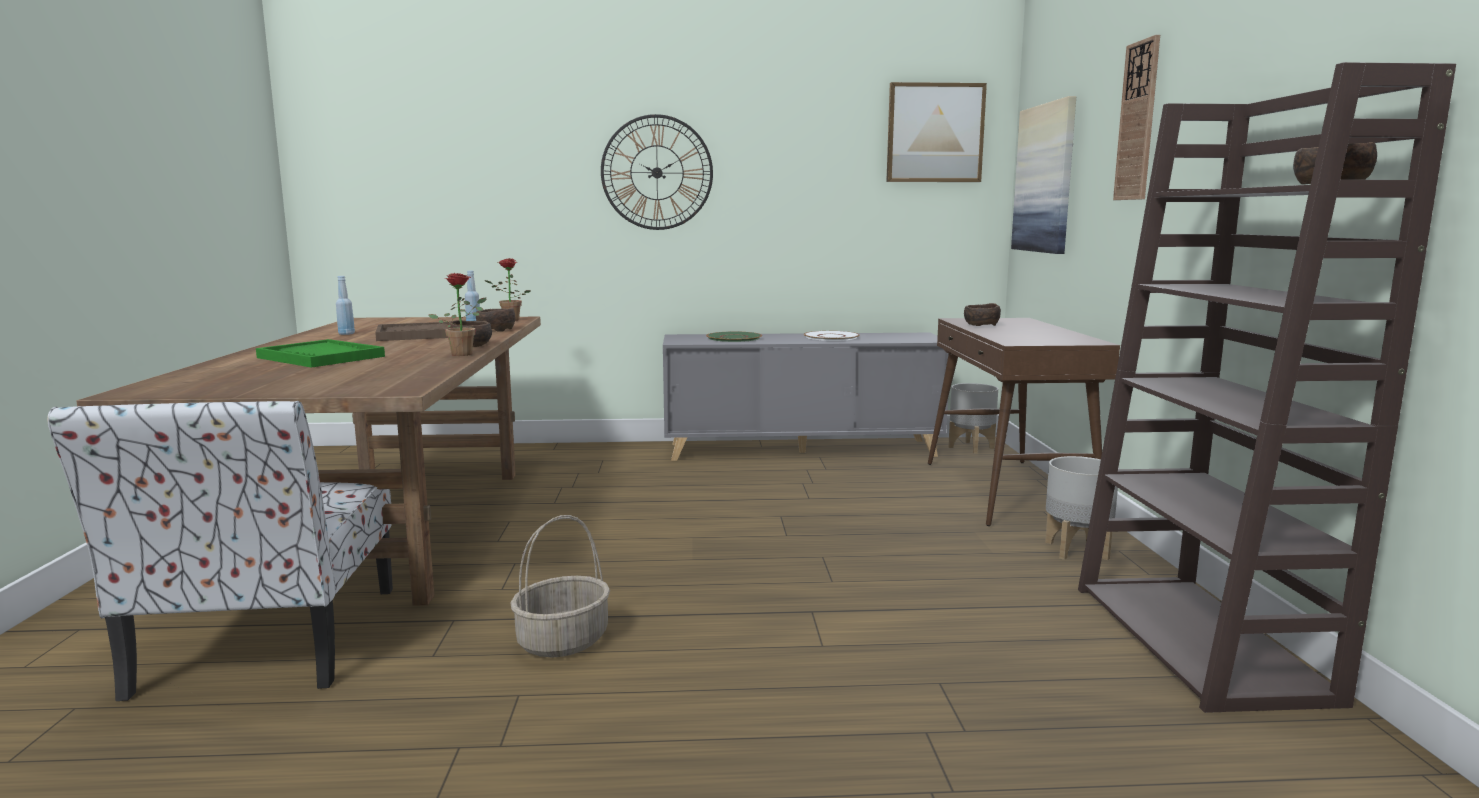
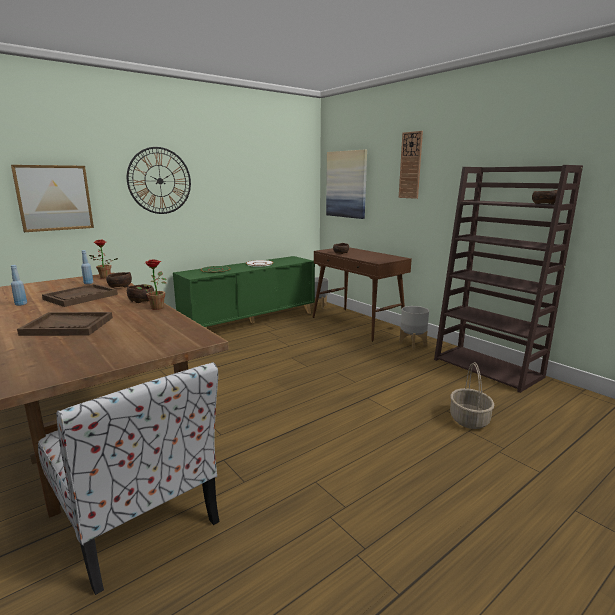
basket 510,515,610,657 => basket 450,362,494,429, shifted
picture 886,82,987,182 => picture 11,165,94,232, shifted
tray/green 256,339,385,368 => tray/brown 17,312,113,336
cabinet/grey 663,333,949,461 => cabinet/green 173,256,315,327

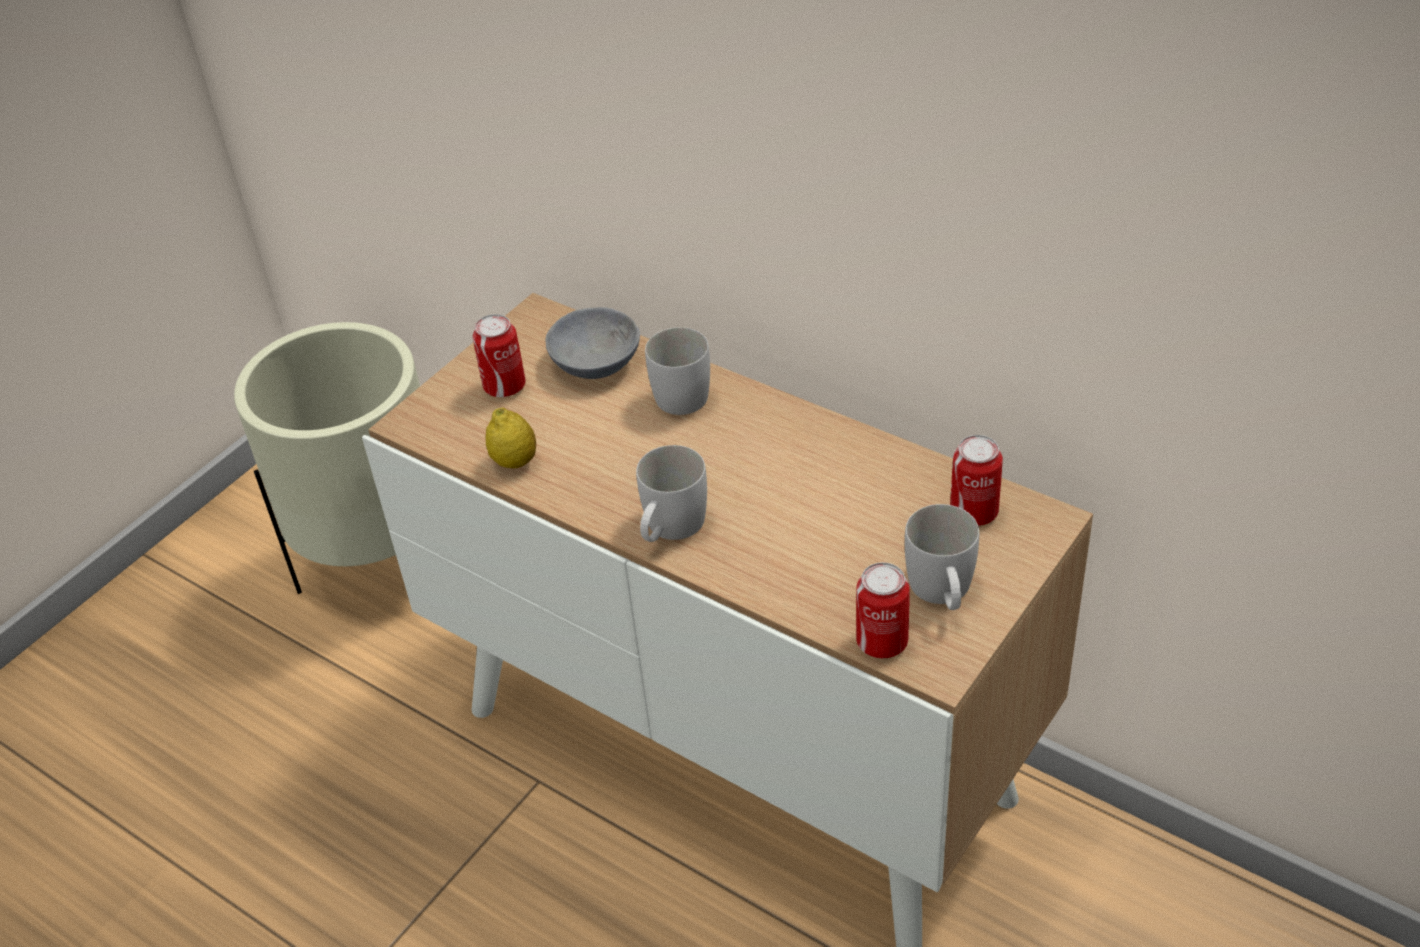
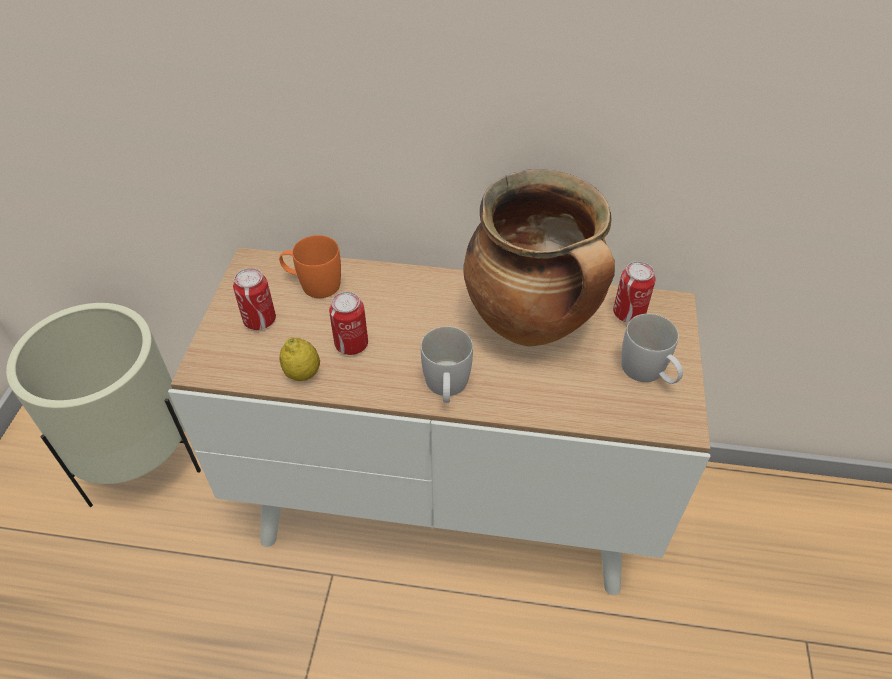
mug/white 645,327,710,415 => nothing
nothing => cooking pot 464,169,615,346
can 856,562,910,659 => can 329,292,368,355, shifted
bowl/grey 545,307,640,379 => mug/orange 279,235,341,298

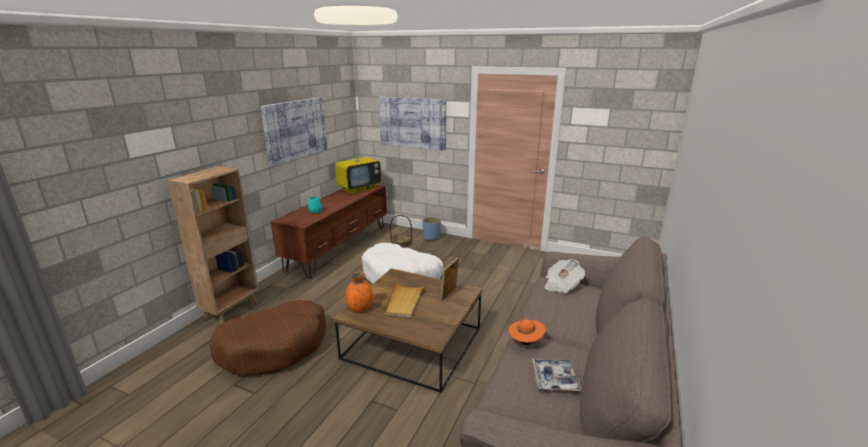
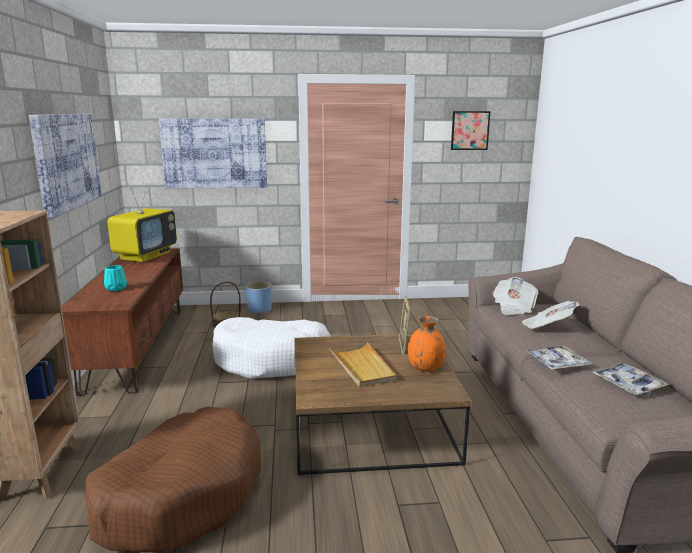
nothing => picture 451,111,491,150
nothing => newspaper 522,301,579,329
vase/orange 345,272,373,312 => vase/orange 408,316,446,372, shifted
hat/orange 508,317,546,345 => tray 525,345,592,370

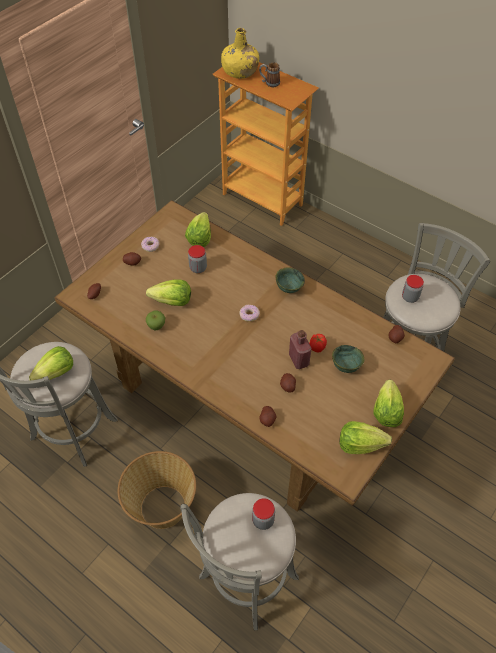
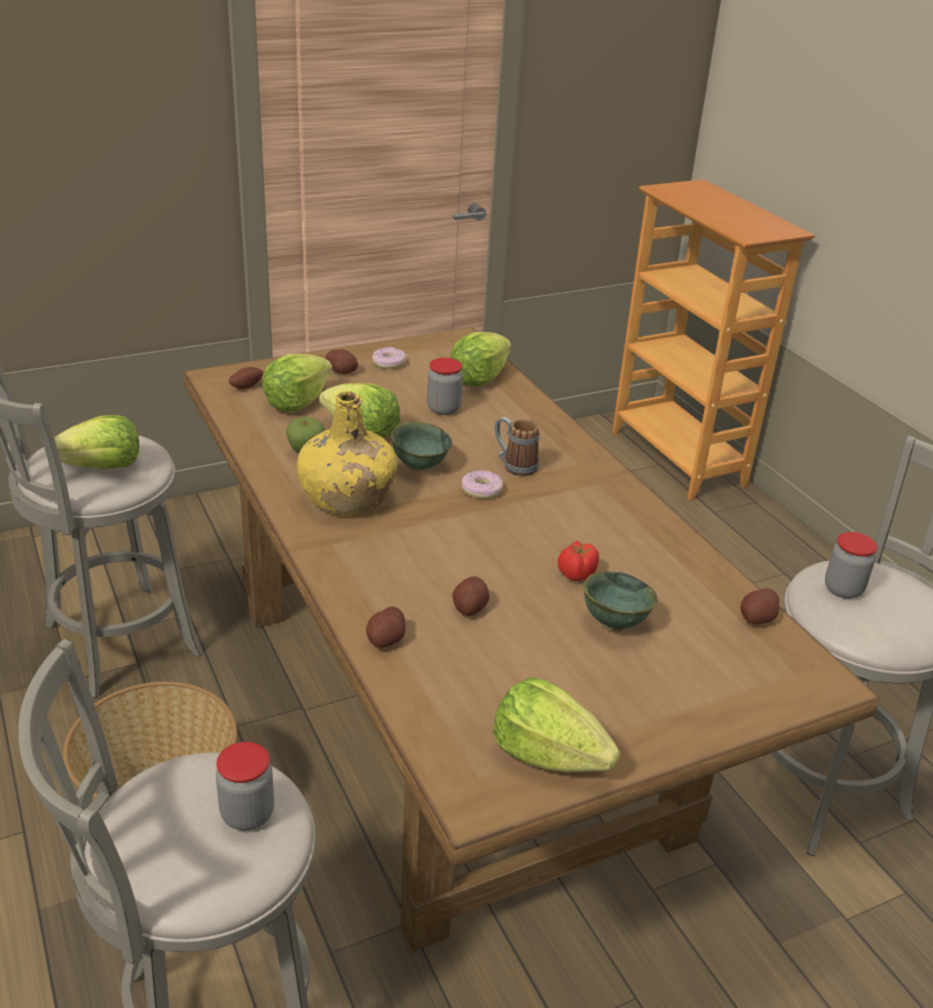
bottle/red 289,330,312,369 => nothing
bottle/yellow 221,28,259,79 => bottle/yellow 297,391,397,516, shifted
mug 259,62,280,87 => mug 495,417,539,476, shifted
bowl/green 276,267,305,293 => bowl/green 391,422,452,471, shifted
lettuce 373,379,404,427 => lettuce 262,354,332,412, shifted

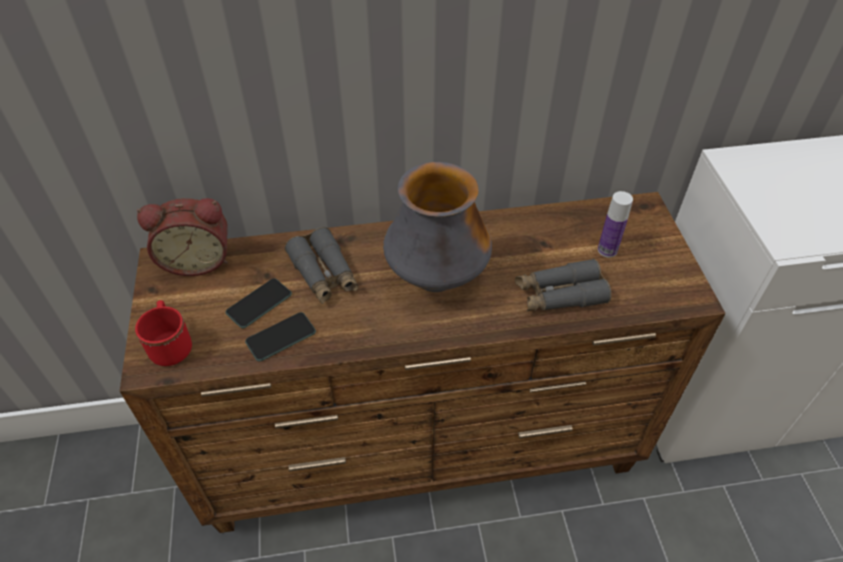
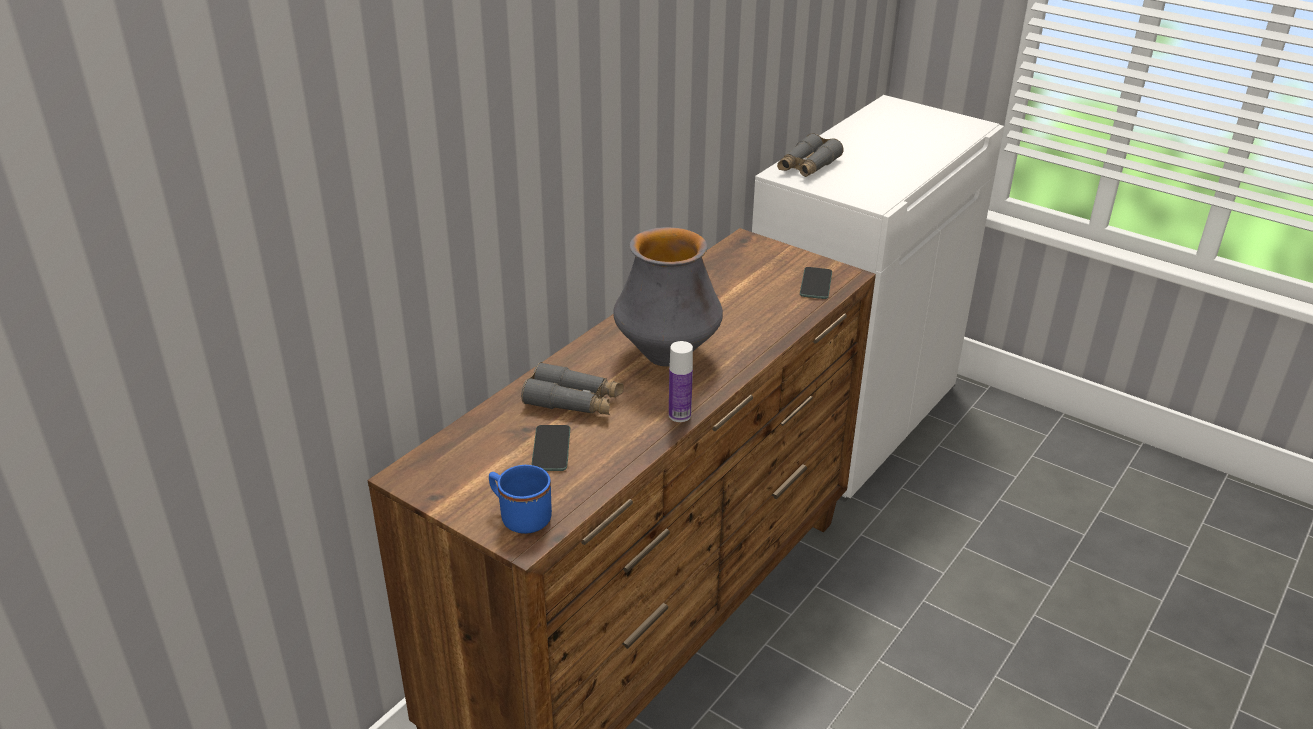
alarm clock 137,198,228,276 => nothing
phone 245,312,316,362 => phone 800,267,832,299, shifted
binoculars/grey 515,259,611,311 => binoculars/grey 777,133,844,177, shifted
bottle 598,191,633,258 => bottle 669,341,693,422, shifted
mug/red 135,300,192,366 => mug/blue 489,465,552,534

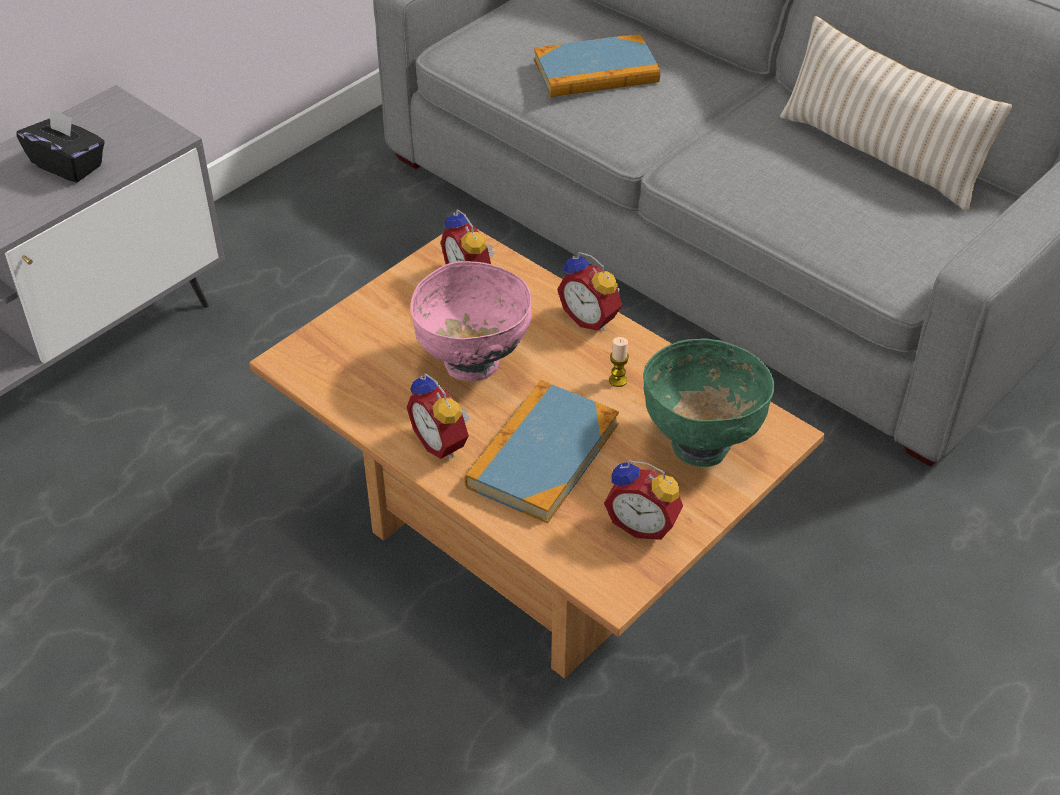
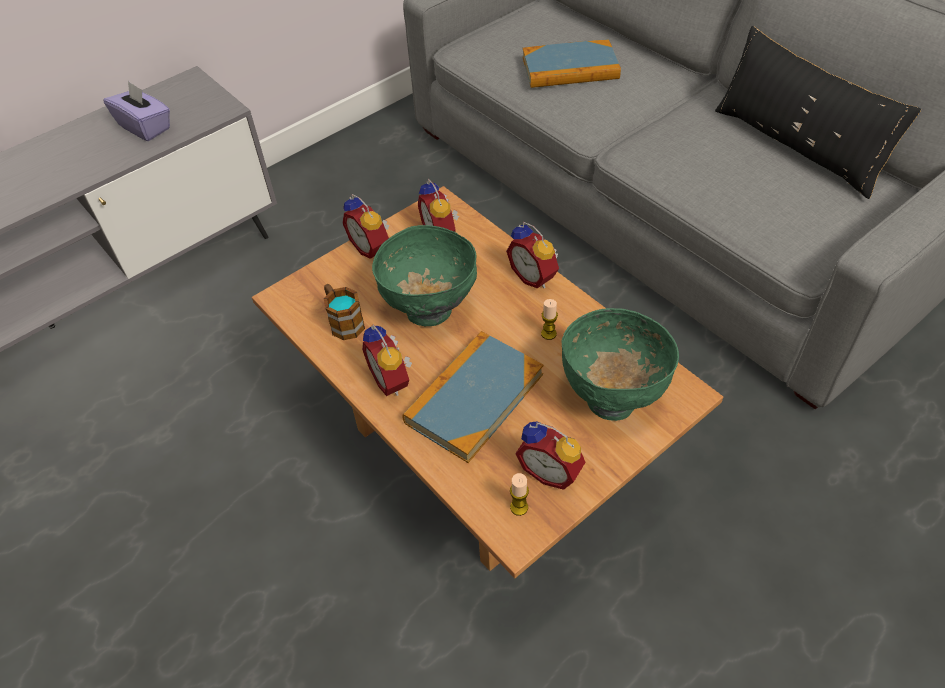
nothing => mug 324,284,365,340
nothing => alarm clock 343,194,389,259
nothing => candle 510,473,529,516
tissue box/black 16,108,105,183 => tissue box/purple 103,81,170,141
bowl/pink 410,261,532,381 => bowl/green 372,225,477,326
pillow/beige 780,16,1013,211 => pillow/black 715,26,921,199

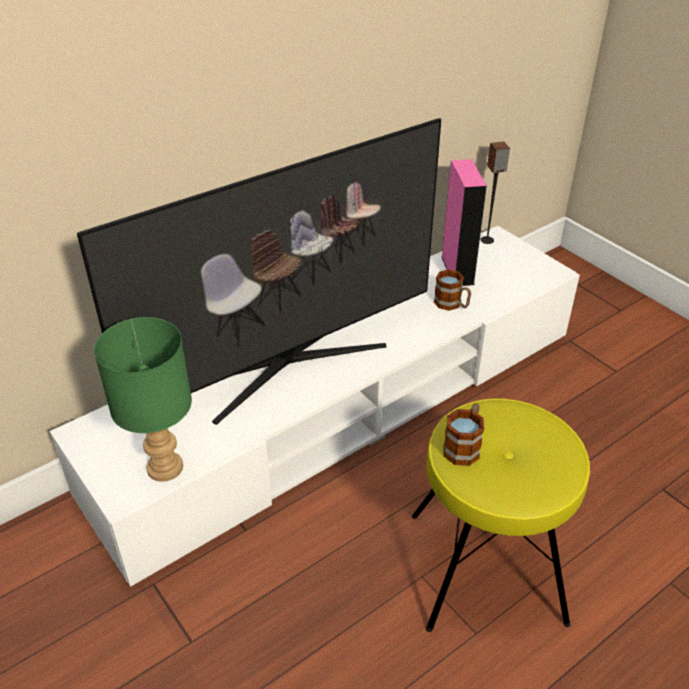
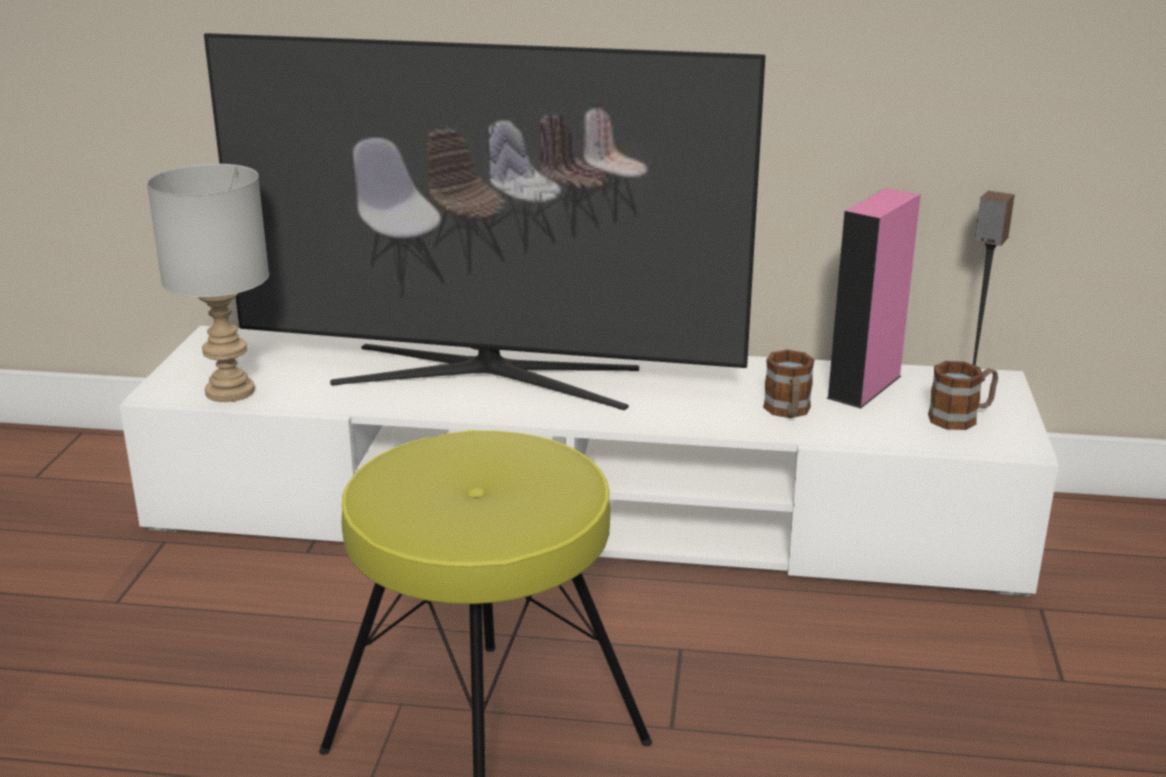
mug 443,403,484,466 => mug 928,361,998,430, shifted
table lamp/green 94,317,192,482 => table lamp/grey 147,164,269,402

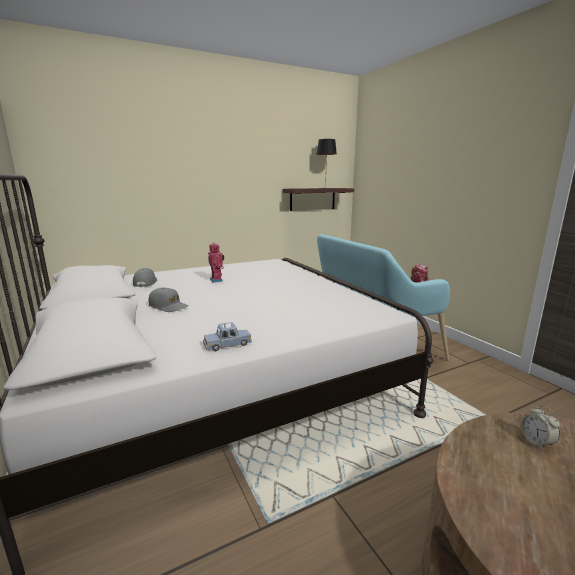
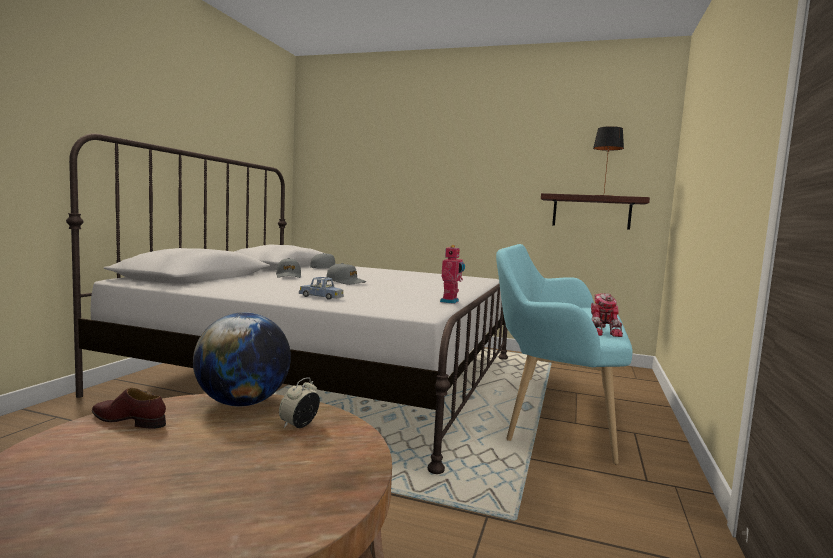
nothing => shoe/brown 92,388,166,429
nothing => globe 193,312,291,407
nothing => cap/grey 327,263,366,285
toy car/blue 203,322,252,351 => toy car/blue 299,277,344,300, shifted
toy robot 208,243,224,282 => toy robot 440,245,465,304, shifted

